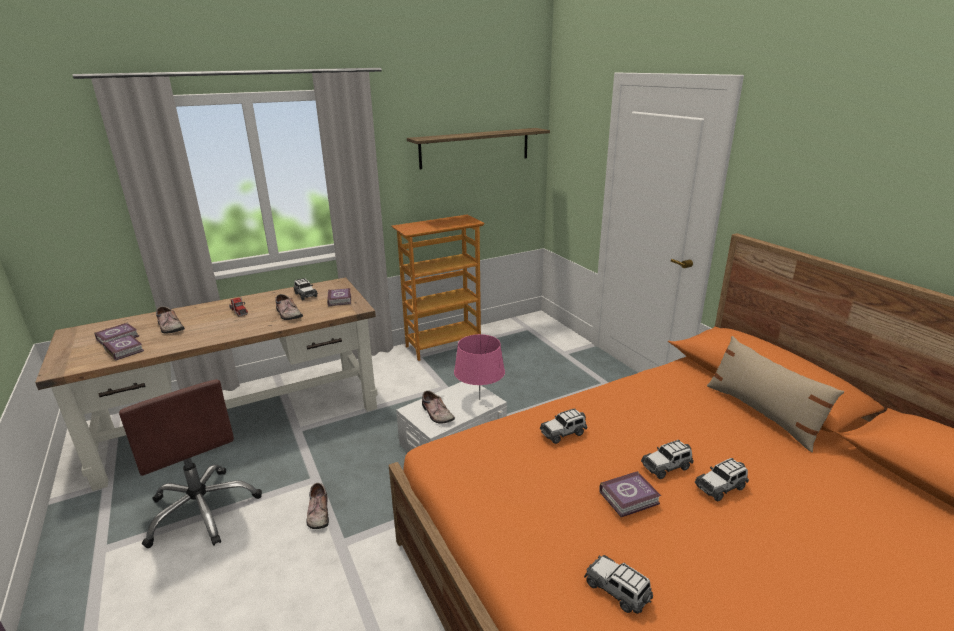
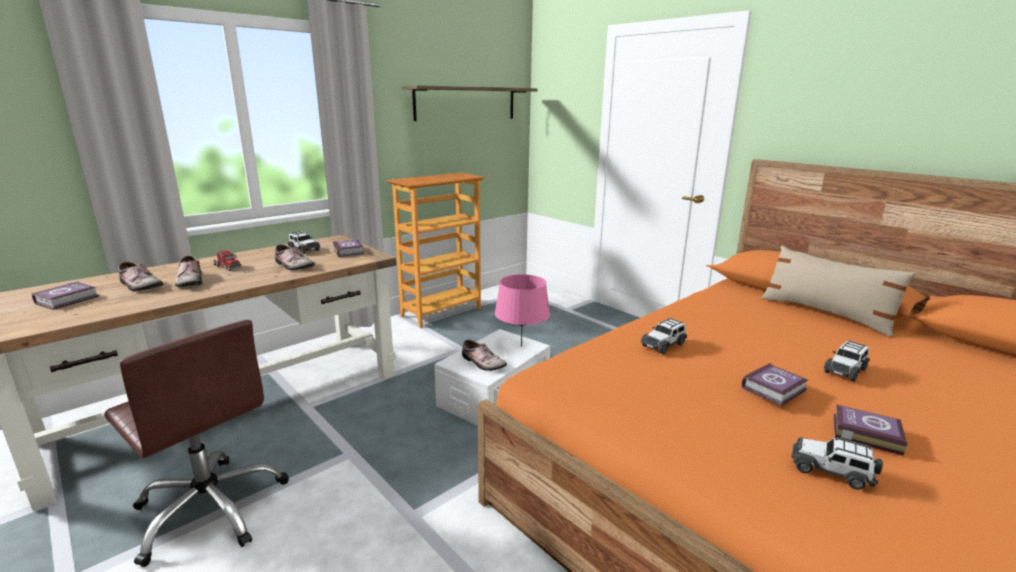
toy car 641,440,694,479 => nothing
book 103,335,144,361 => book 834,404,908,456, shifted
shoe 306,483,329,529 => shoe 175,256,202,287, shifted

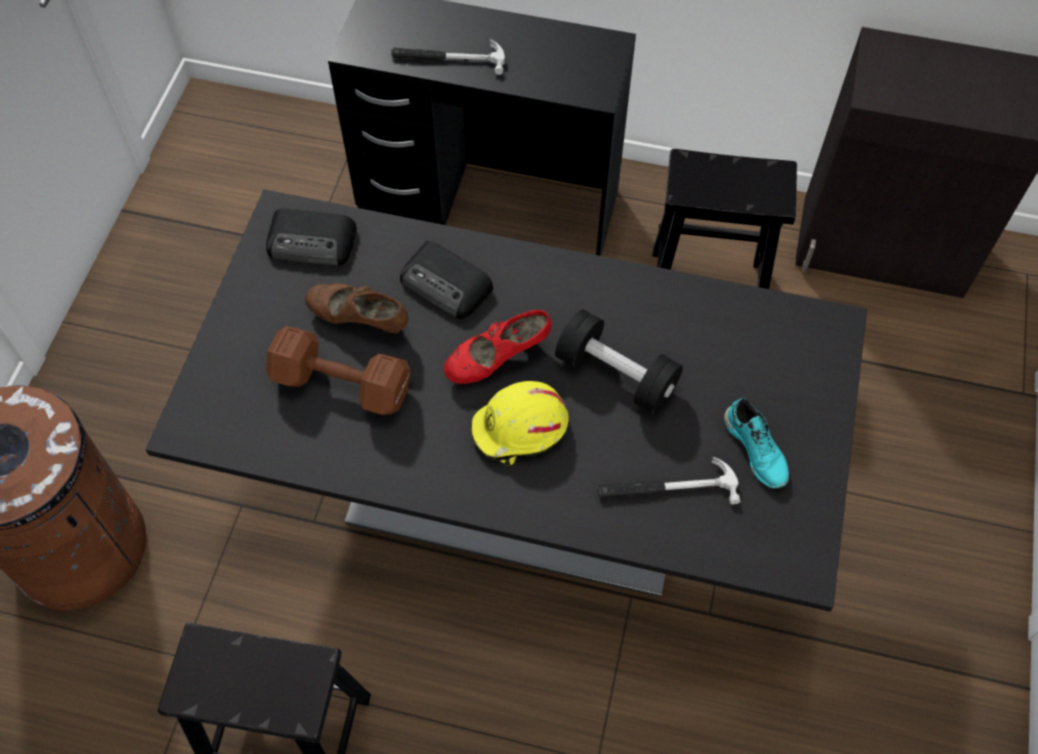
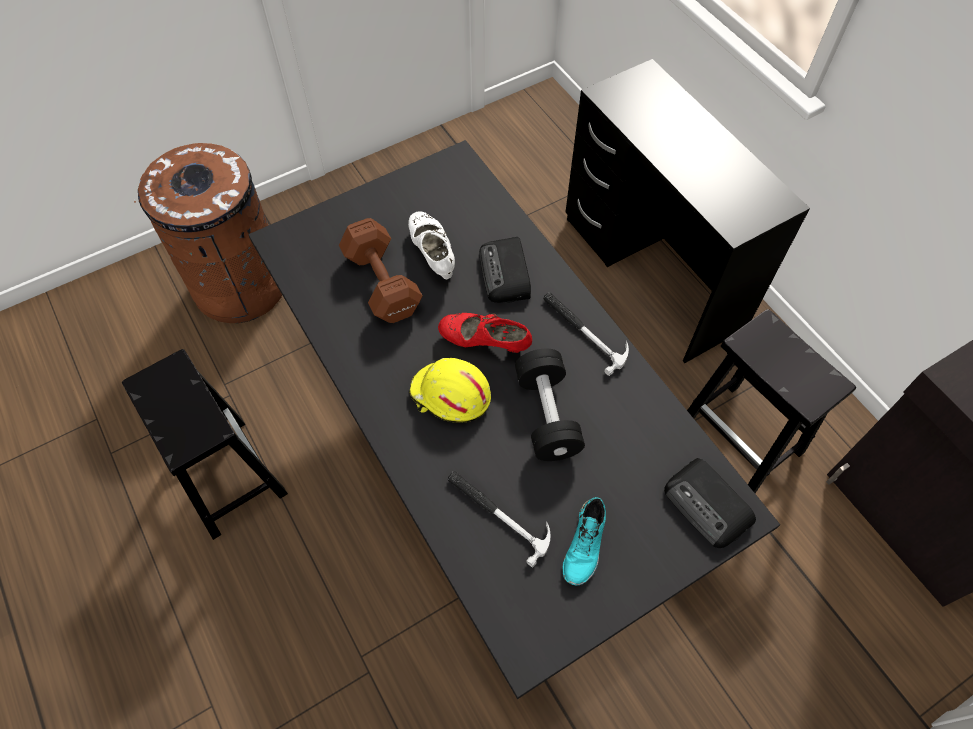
radio 266,208,357,266 => radio 664,458,756,548, shifted
hammer 391,39,505,75 => hammer 543,293,629,376, shifted
shoe/brown 305,283,408,334 => shoe/white 408,211,455,279

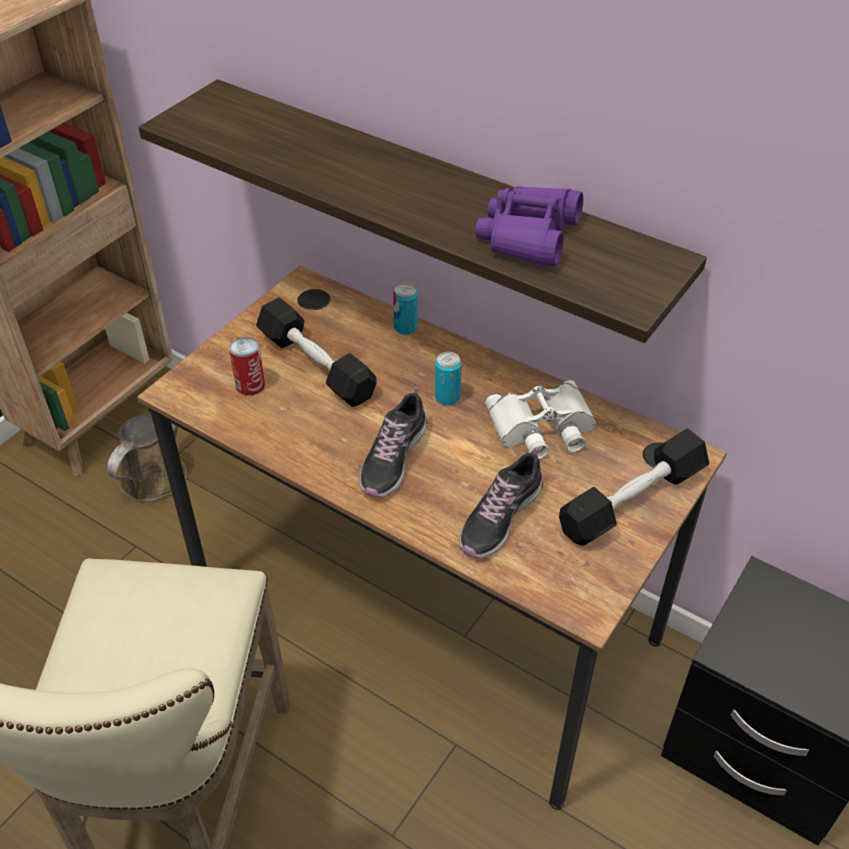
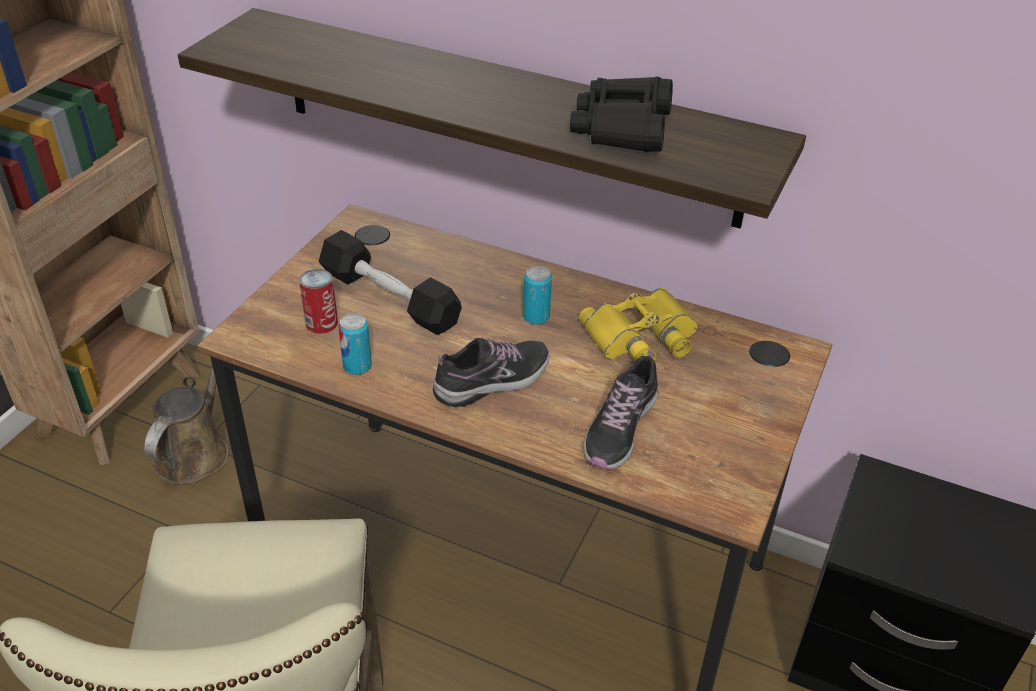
dumbbell/black 559,429,709,546 => nothing
can 393,283,418,335 => can 338,313,372,375, shifted
binoculars/purple 475,186,583,266 => binoculars/black 570,77,673,152
binoculars/white 485,380,596,459 => binoculars/yellow 579,288,697,361
shoe 359,387,427,497 => shoe 433,338,549,407, 135 degrees counterclockwise

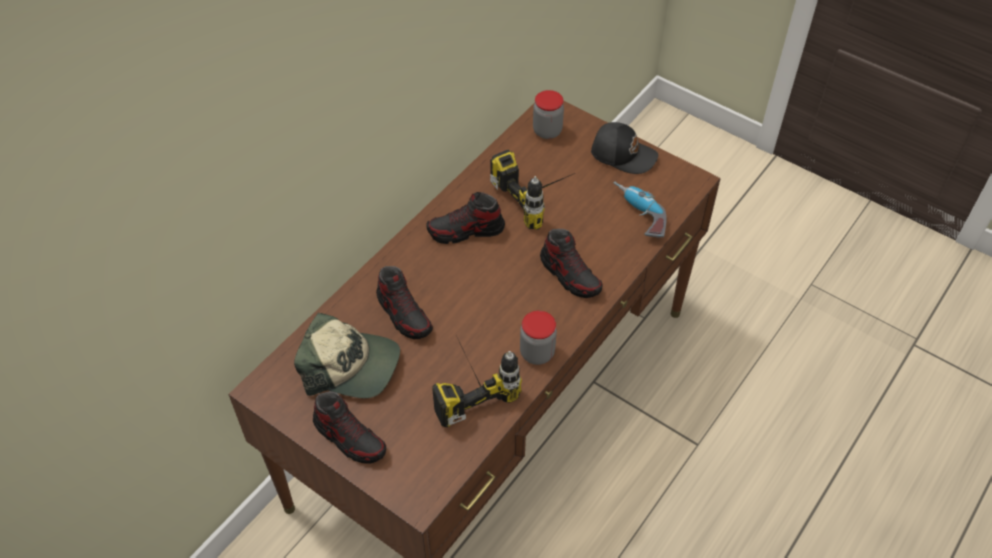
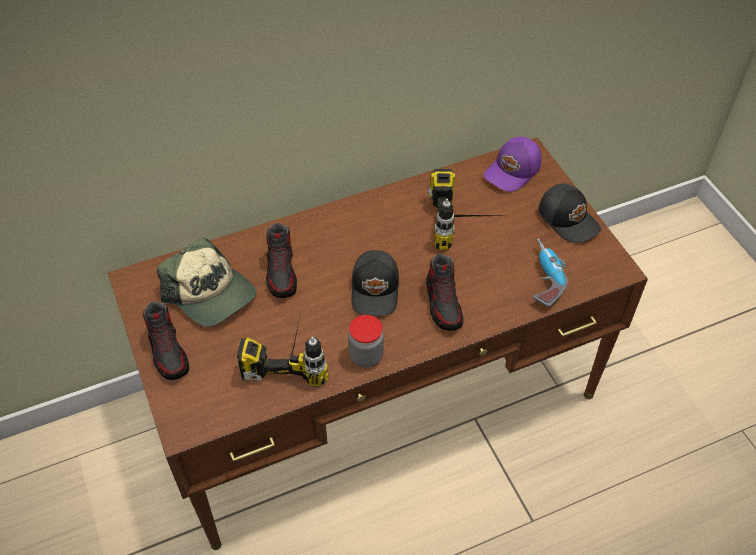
shoe 426,192,505,244 => nothing
nothing => cap/black 352,250,399,316
jar 533,90,564,139 => cap/purple 483,137,542,192

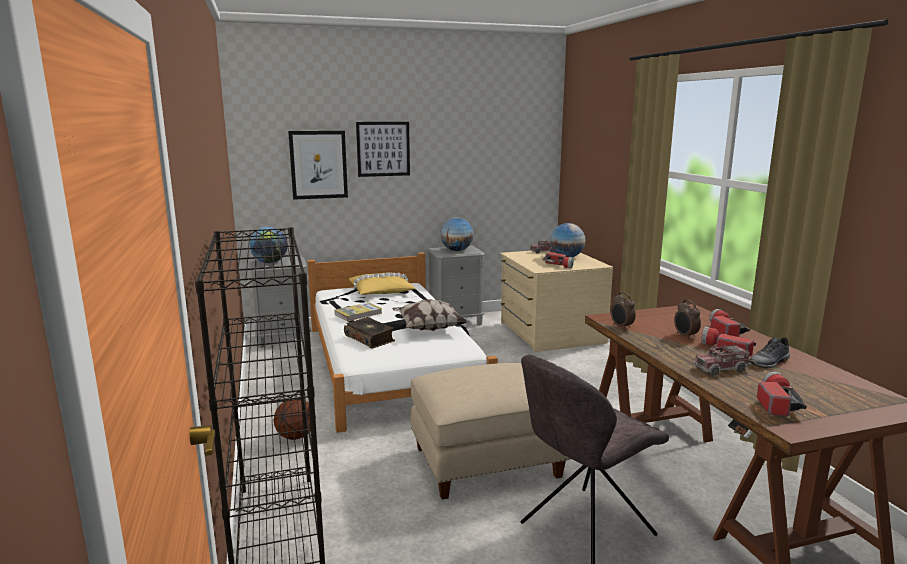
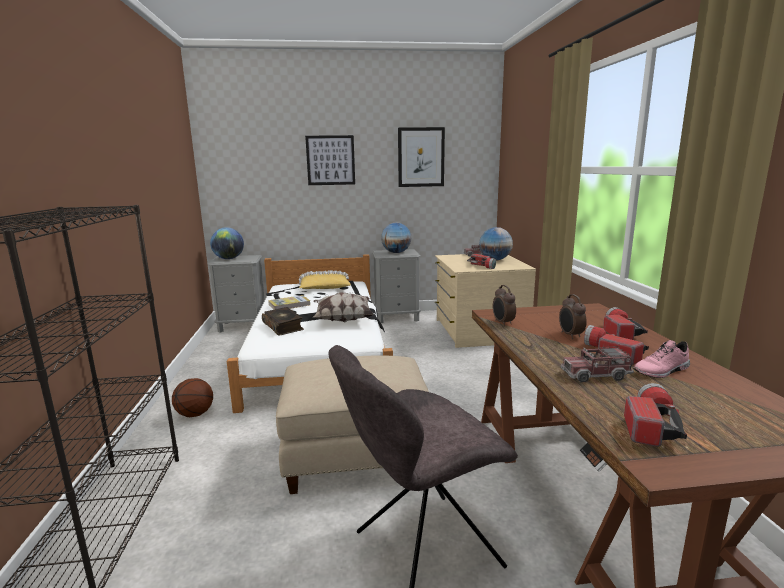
picture 288,131,348,200 => picture 398,127,445,187, shifted
shoe/grey 749,337,790,368 => shoe/pink 633,340,690,378

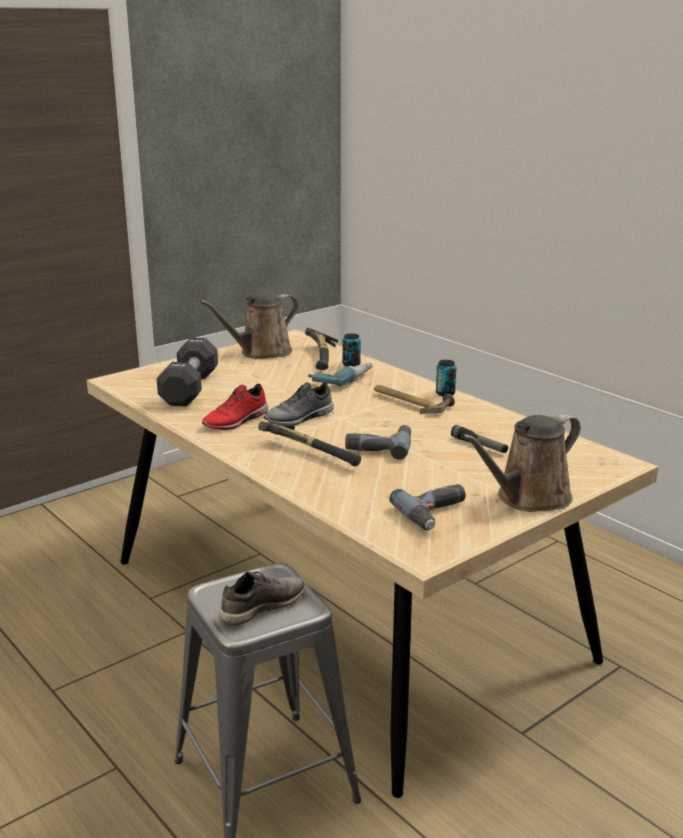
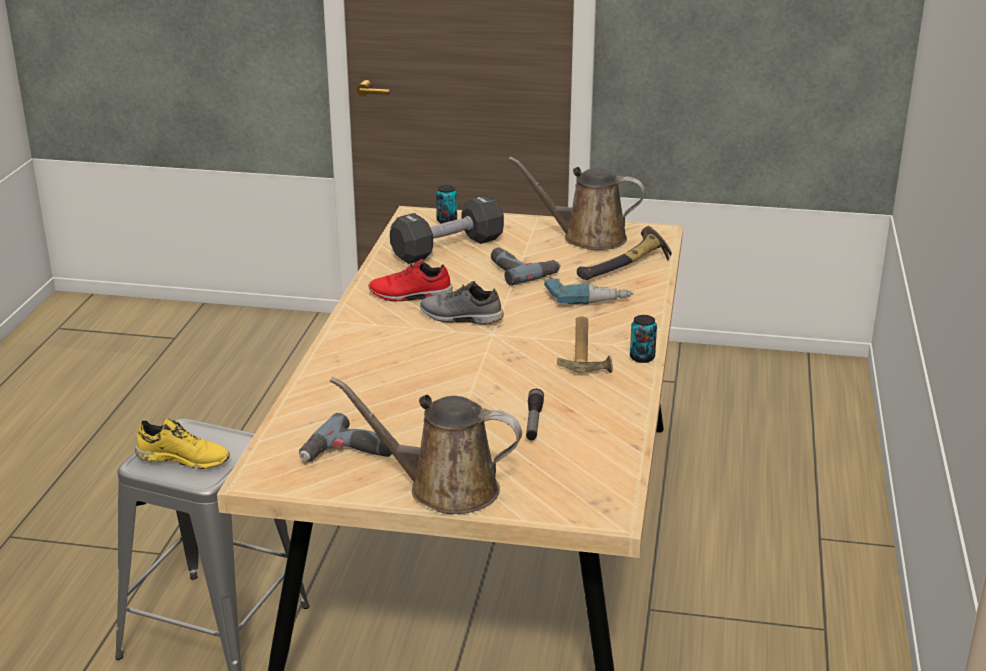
hammer 258,421,361,466 => nothing
can 343,333,361,367 => can 436,185,457,224, shifted
power drill 345,425,411,460 => power drill 491,247,560,286, shifted
shoe/grey 219,571,306,625 => shoe/yellow 135,418,230,469

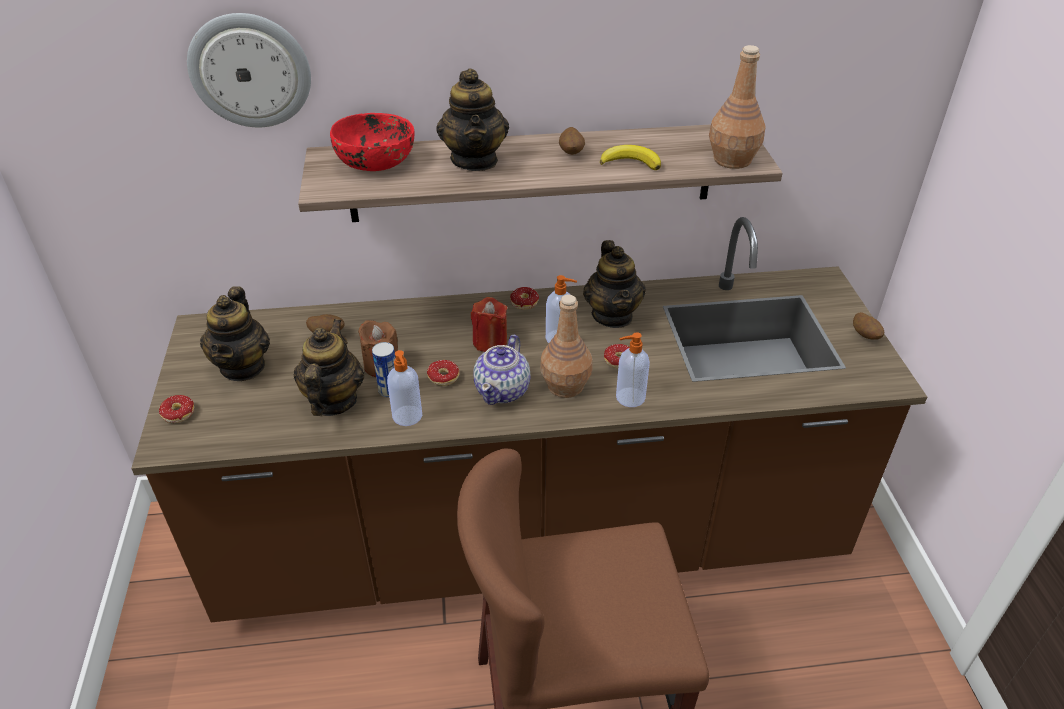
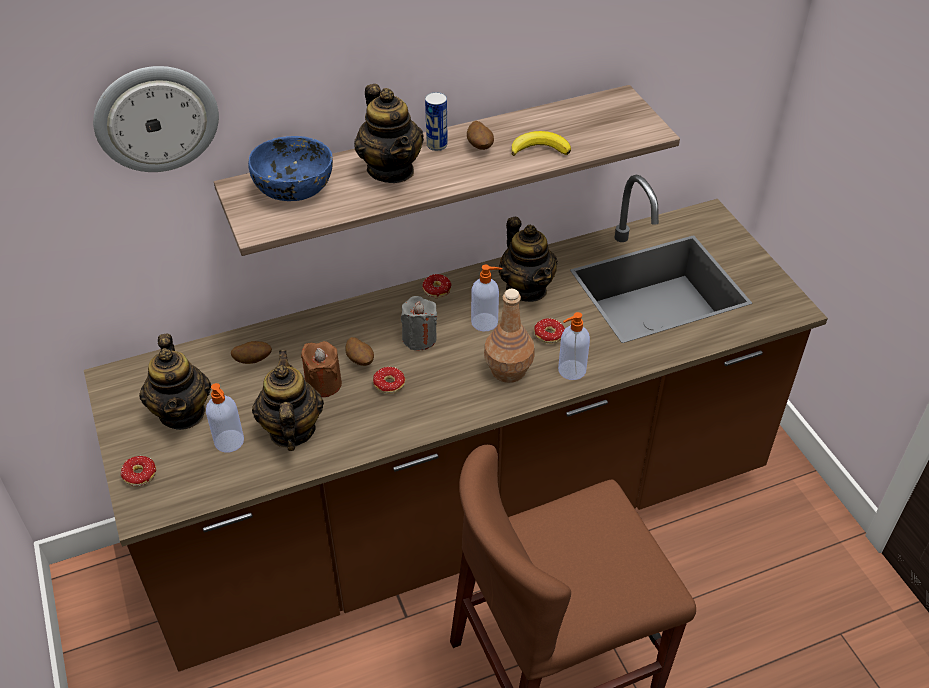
teapot 473,335,531,405 => nothing
bottle/brown 709,45,766,169 => nothing
can 372,342,395,397 => can 425,92,448,151, shifted
soap dispenser 387,350,422,426 => soap dispenser 206,383,244,452, shifted
potato 853,312,884,340 => potato 345,337,374,366, shifted
bowl/red 330,113,414,171 => bowl/blue 248,136,333,201
candle/red 471,297,507,352 => candle/grey 401,296,437,350

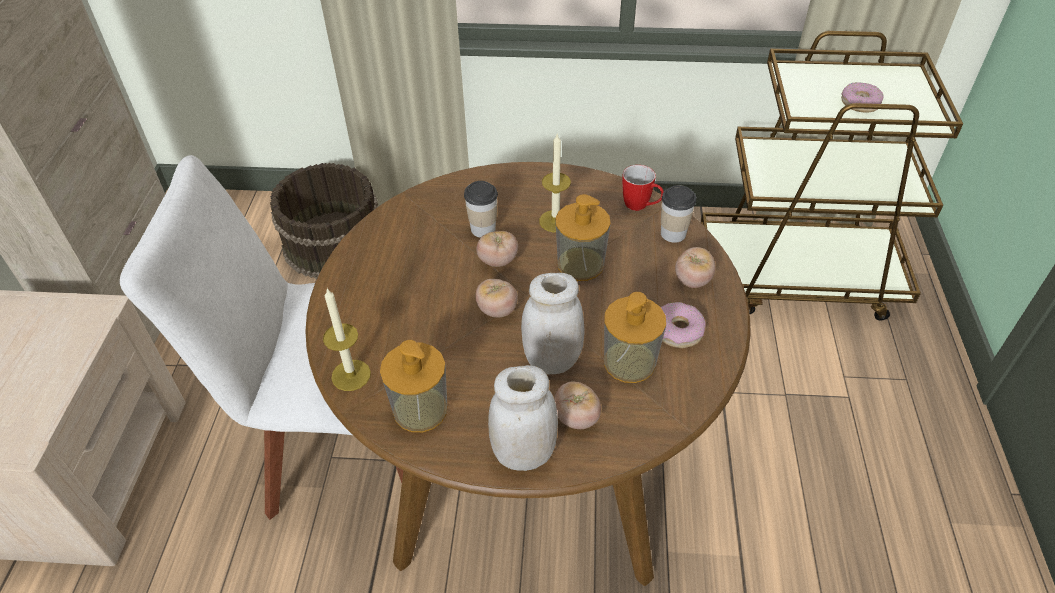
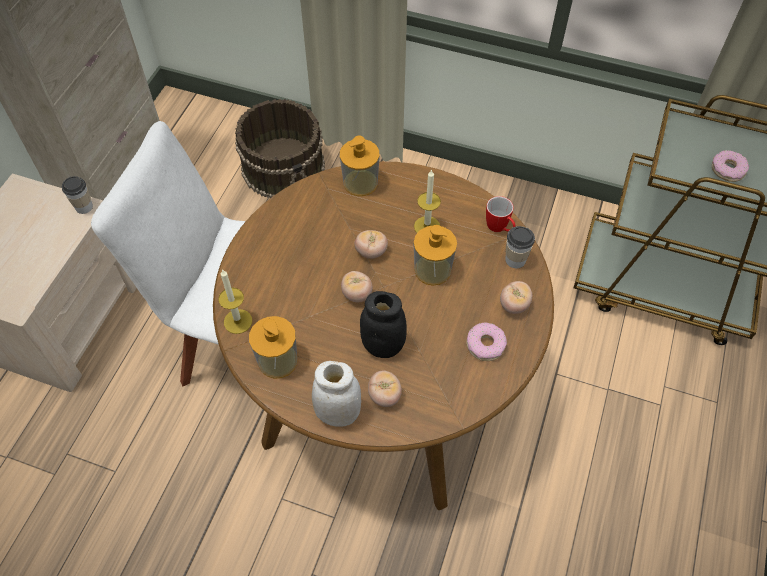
cup 464,181,498,238 => cup 62,176,93,214, shifted
soap dispenser 604,292,666,383 => soap dispenser 340,136,380,196, shifted
jar/white 521,273,584,374 => jar/black 360,291,407,358

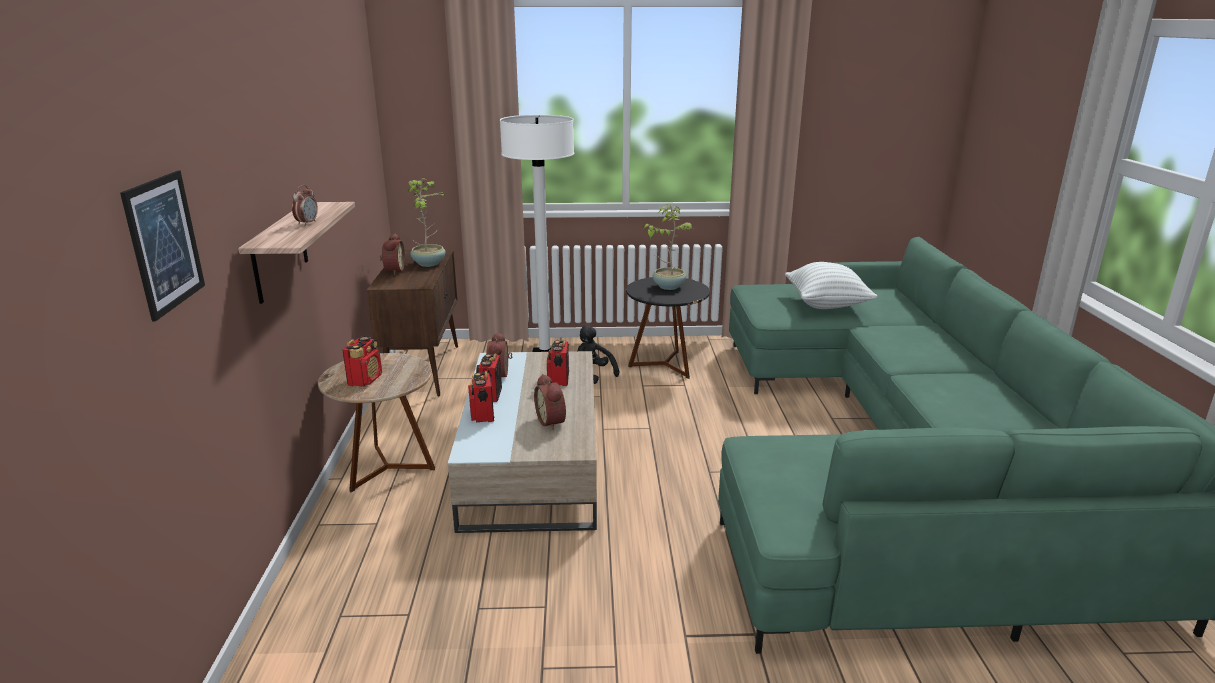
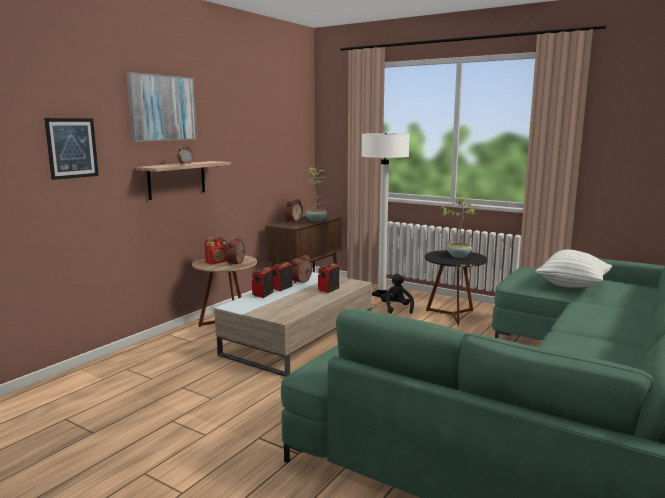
nothing => picture 126,72,197,142
alarm clock 534,374,566,430 => alarm clock 225,237,246,266, shifted

